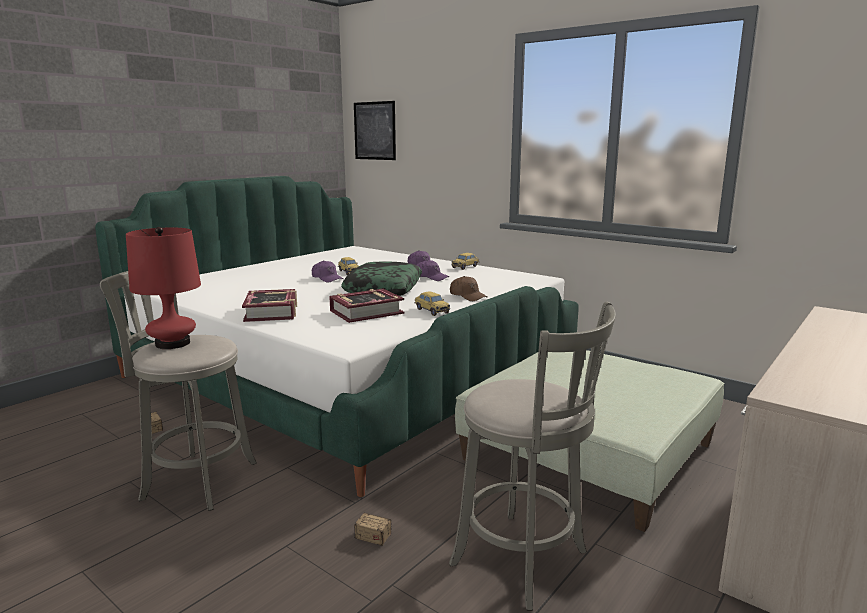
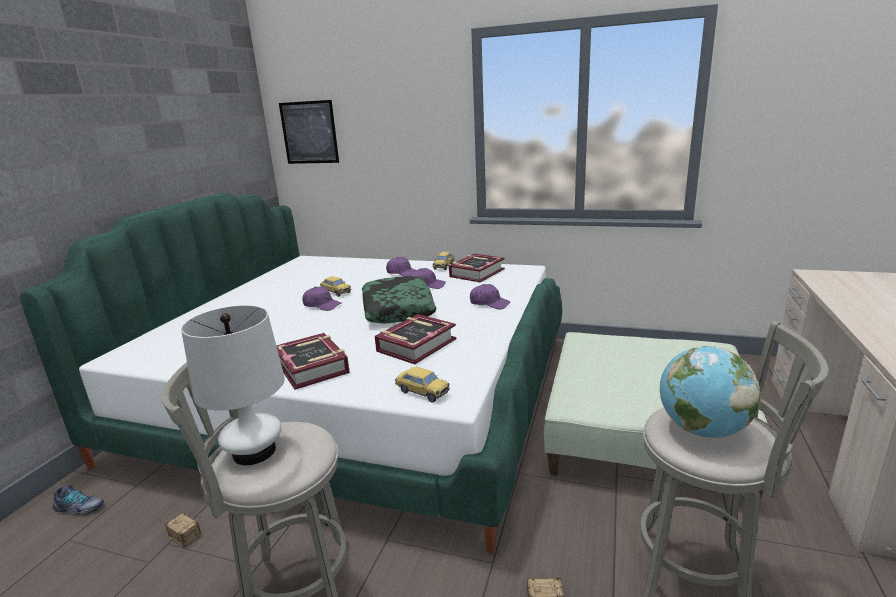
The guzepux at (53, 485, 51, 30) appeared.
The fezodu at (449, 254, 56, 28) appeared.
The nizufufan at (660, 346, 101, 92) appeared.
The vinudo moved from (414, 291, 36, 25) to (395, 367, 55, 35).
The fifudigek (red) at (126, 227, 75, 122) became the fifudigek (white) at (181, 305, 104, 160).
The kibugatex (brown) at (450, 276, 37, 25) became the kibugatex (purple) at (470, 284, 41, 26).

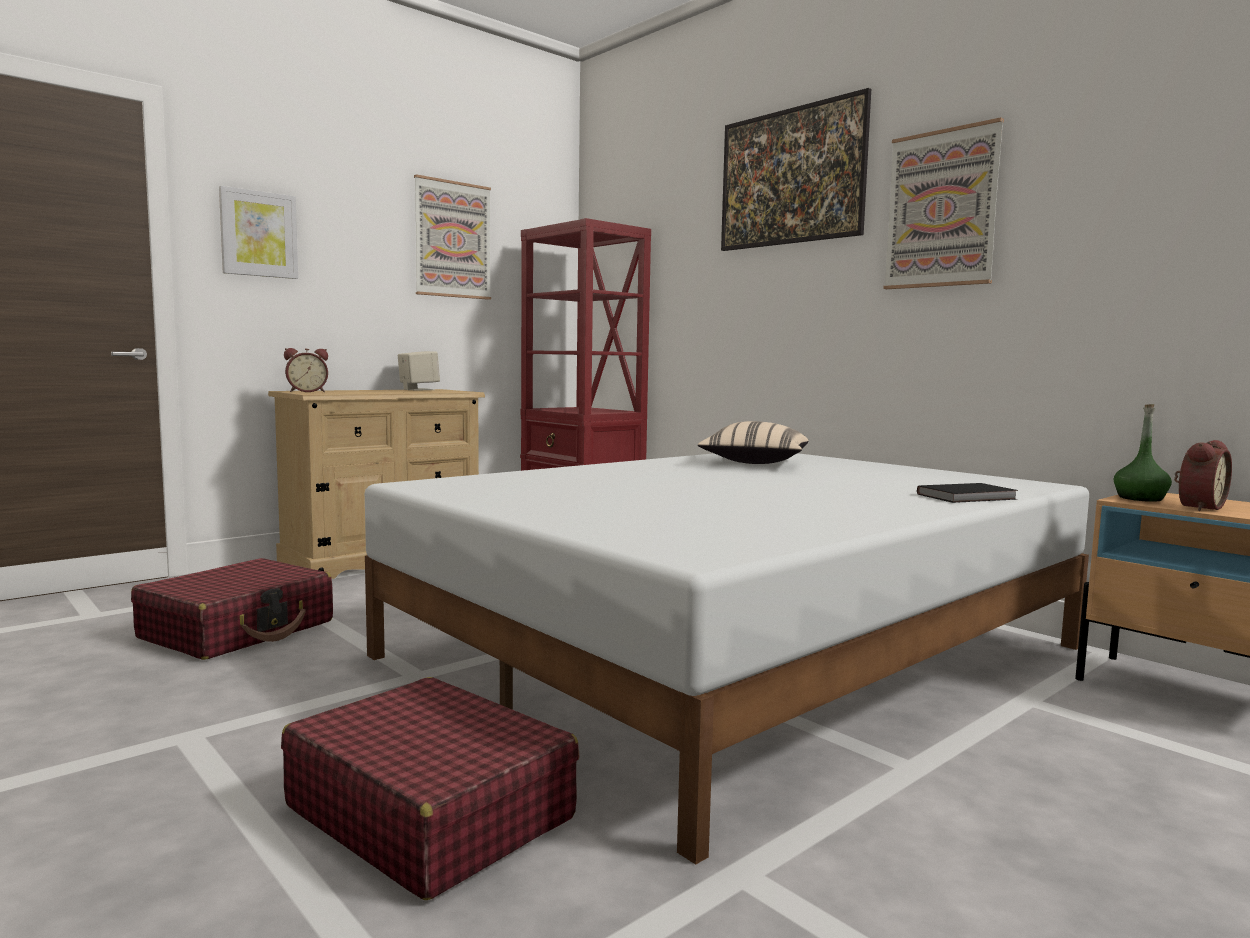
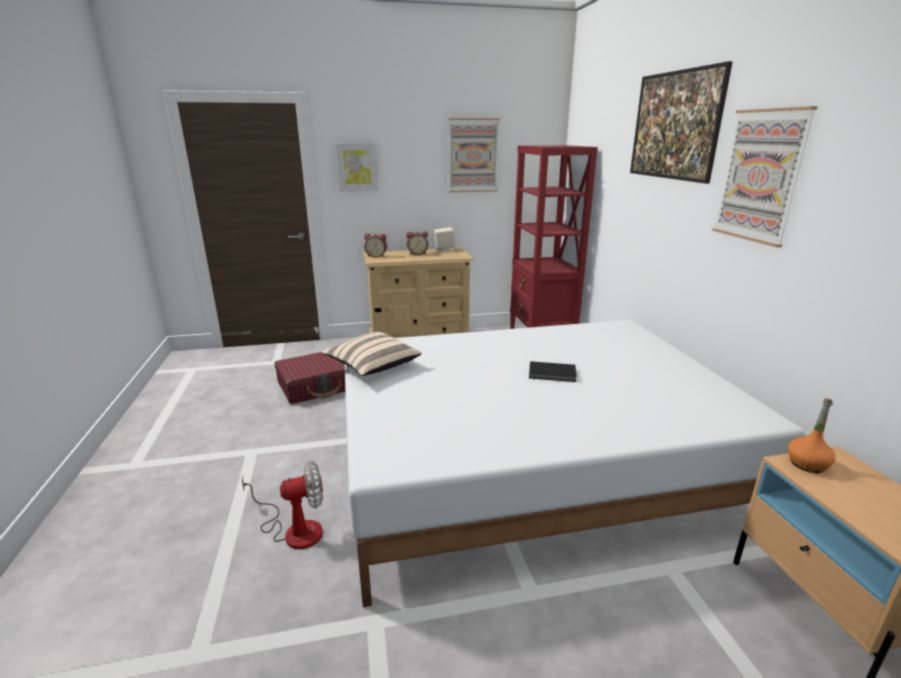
The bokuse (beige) moved from (698, 421, 111, 43) to (322, 332, 99, 44).
The fezodu (black) moved from (917, 483, 101, 20) to (529, 361, 48, 21).
The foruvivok moved from (1174, 440, 58, 71) to (406, 231, 22, 24).
The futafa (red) at (281, 677, 299, 223) was replaced by the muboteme at (242, 461, 81, 88).
The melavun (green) at (1114, 404, 58, 98) became the melavun (orange) at (788, 398, 48, 75).

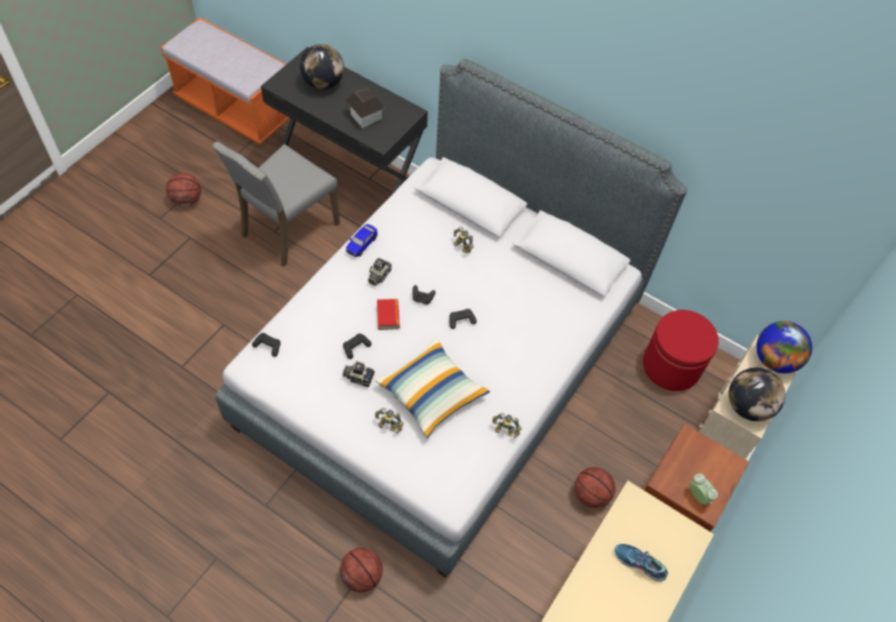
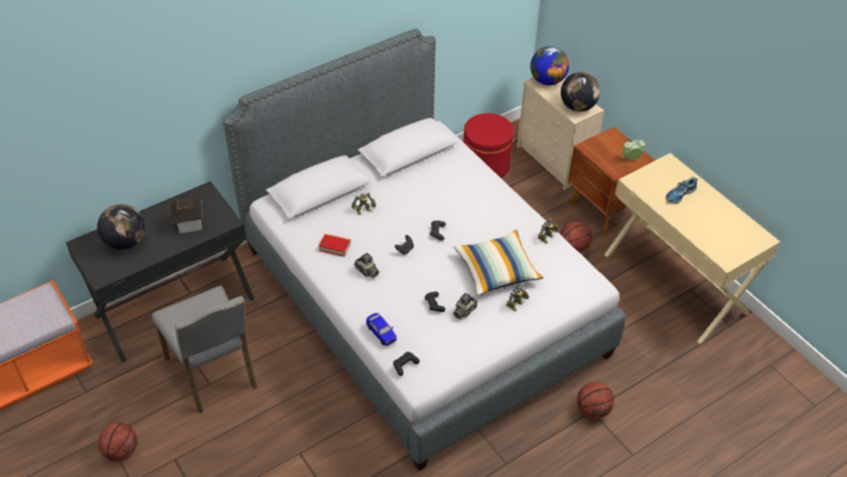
The vinudo moved from (346, 224, 31, 33) to (366, 313, 31, 33).
The fezodu moved from (377, 299, 23, 31) to (319, 234, 32, 23).

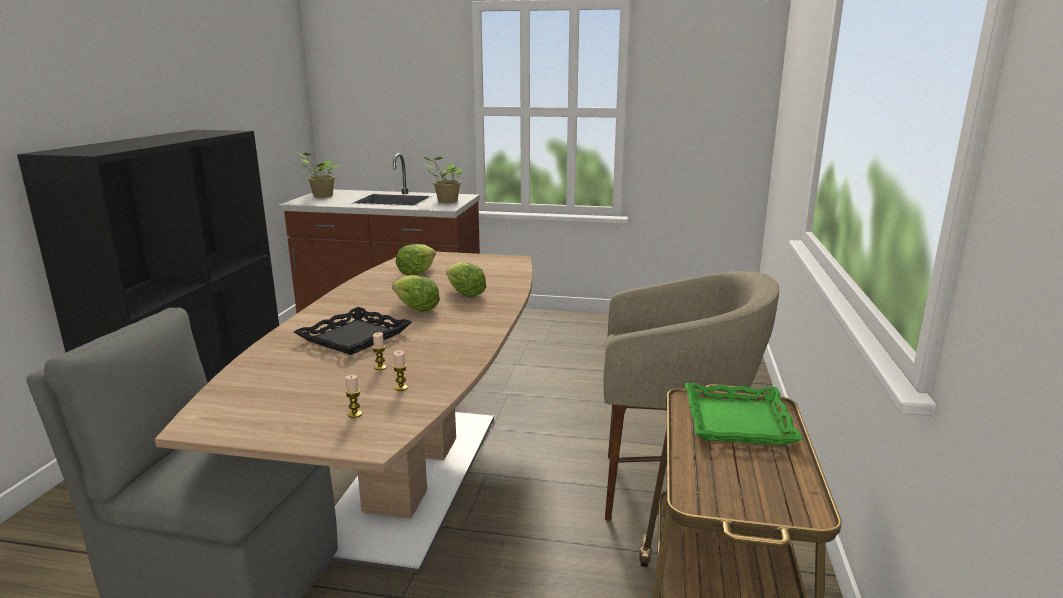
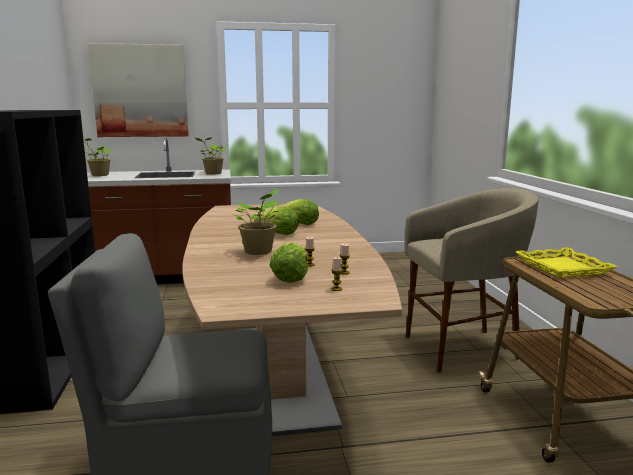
The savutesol at (88, 43, 101, 94) appeared.
The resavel moved from (396, 244, 40, 32) to (270, 243, 38, 40).
The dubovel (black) at (294, 307, 118, 48) was replaced by the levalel at (233, 189, 50, 66).
The dubovel (green) at (685, 383, 118, 62) became the dubovel (yellow) at (516, 247, 101, 31).

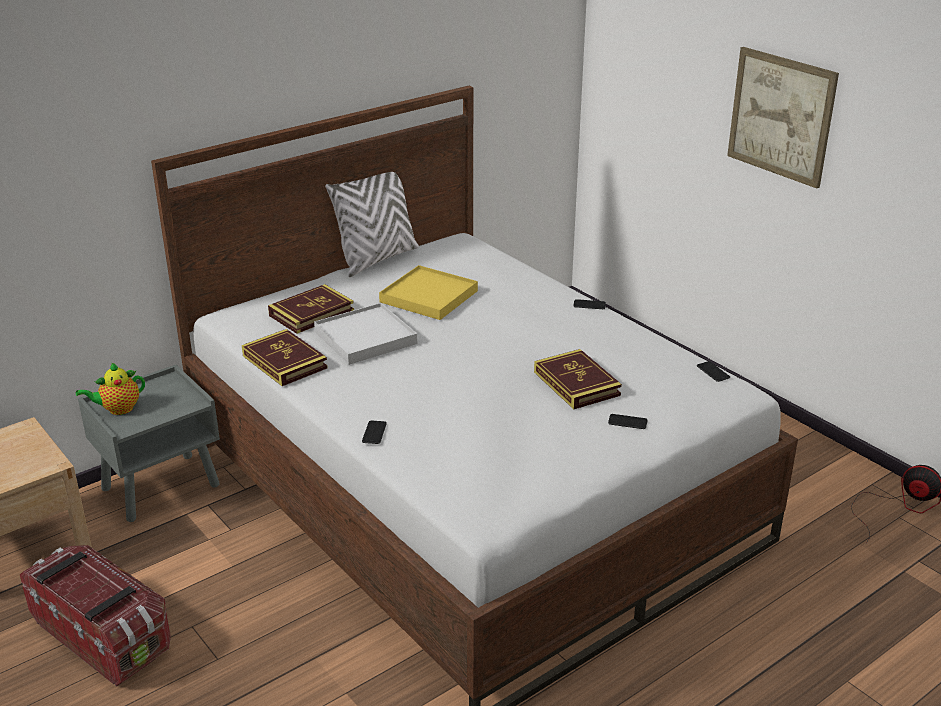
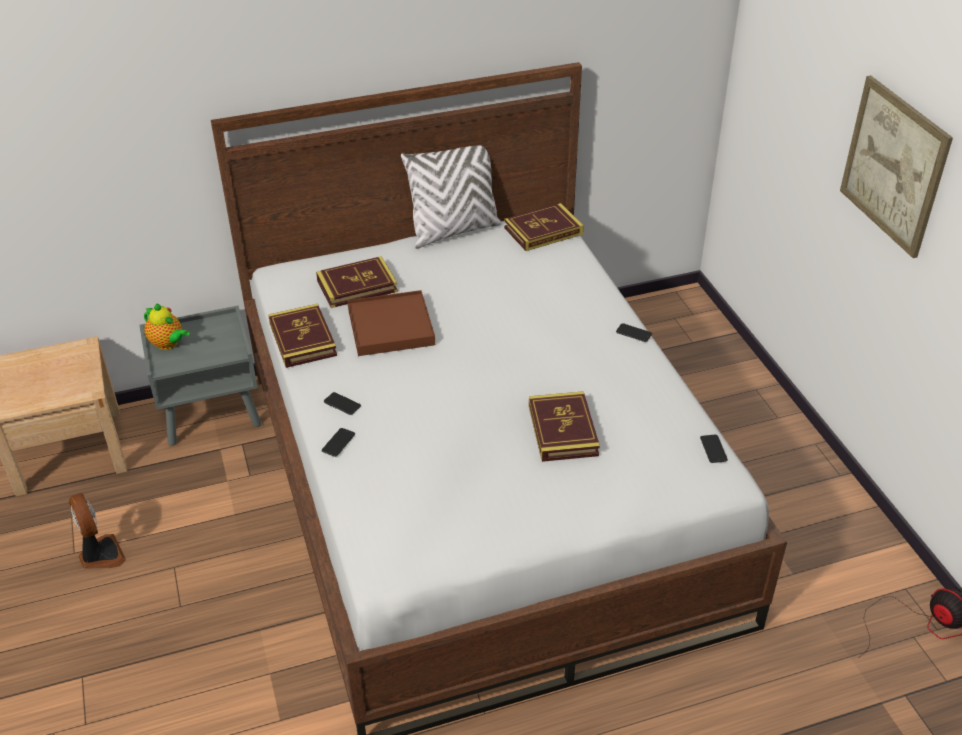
The dubovel (yellow) at (379, 265, 99, 55) disappeared.
The fezodu at (504, 203, 80, 48) appeared.
The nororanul moved from (608, 414, 40, 15) to (324, 392, 37, 23).
The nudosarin at (20, 545, 151, 142) was replaced by the muboteme at (69, 493, 57, 76).
The dubovel (white) at (314, 303, 103, 62) became the dubovel (brown) at (347, 290, 88, 66).
The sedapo at (76, 363, 69, 52) turned 135 degrees counterclockwise.

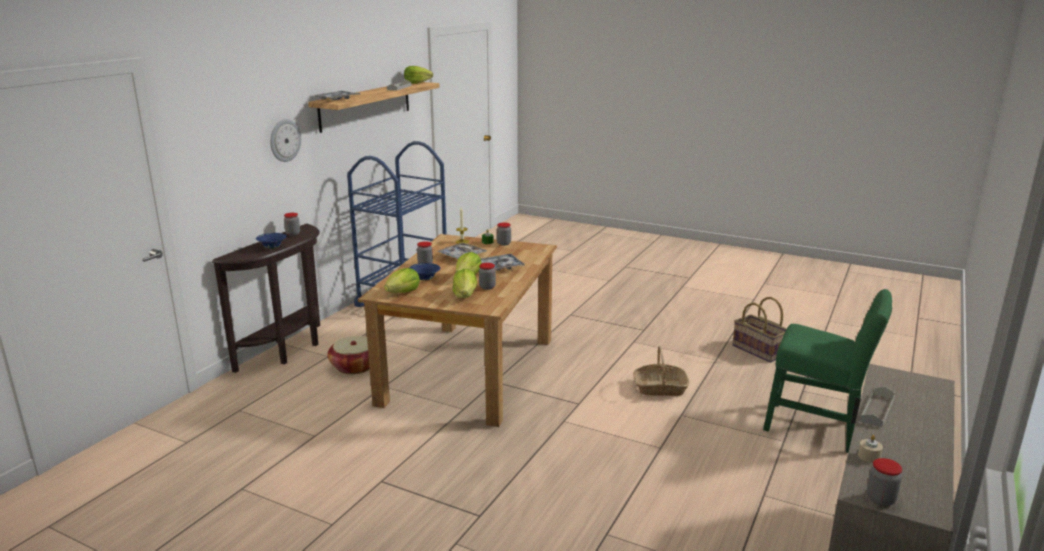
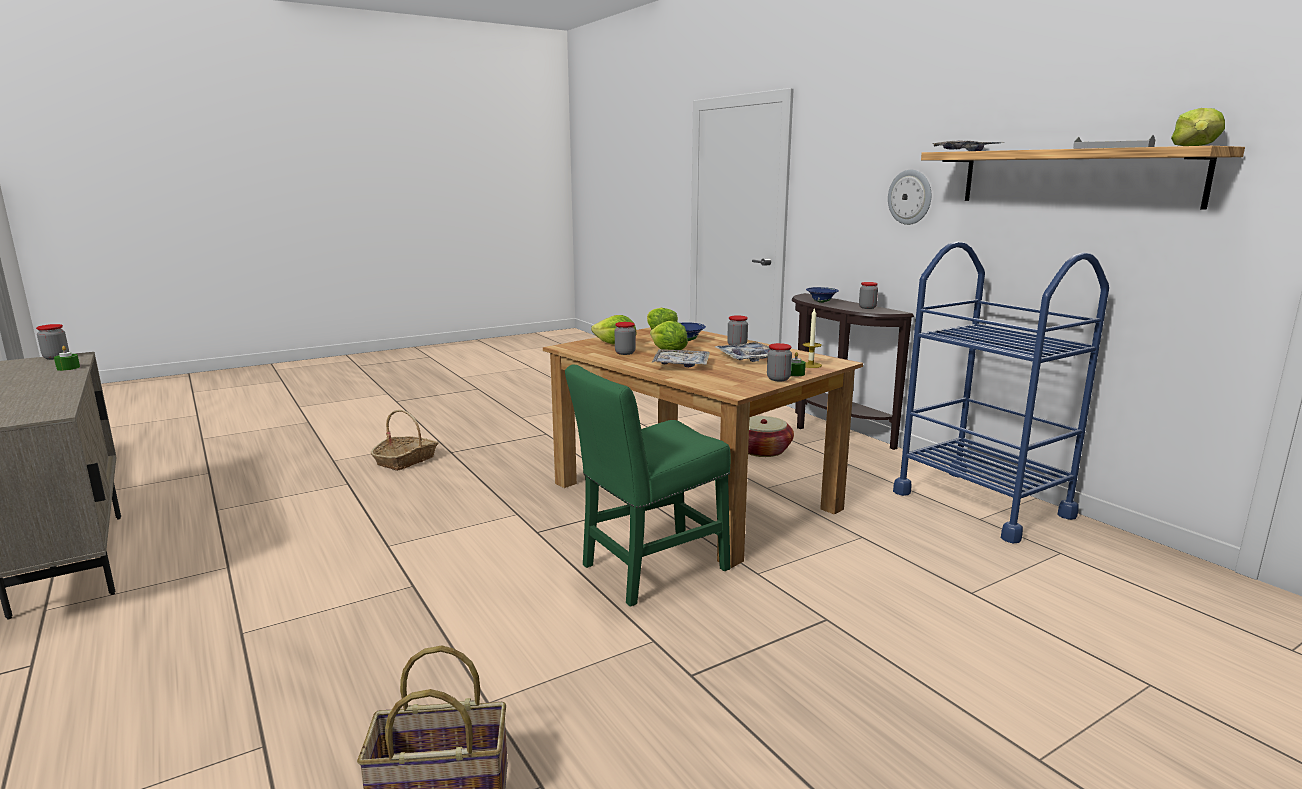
The dubovel (grey) at (860, 387, 36, 40) disappeared.
The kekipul moved from (633, 345, 57, 51) to (371, 410, 67, 61).
The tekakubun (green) moved from (763, 289, 129, 164) to (565, 365, 166, 242).
The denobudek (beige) at (858, 435, 25, 28) became the denobudek (green) at (54, 346, 26, 25).

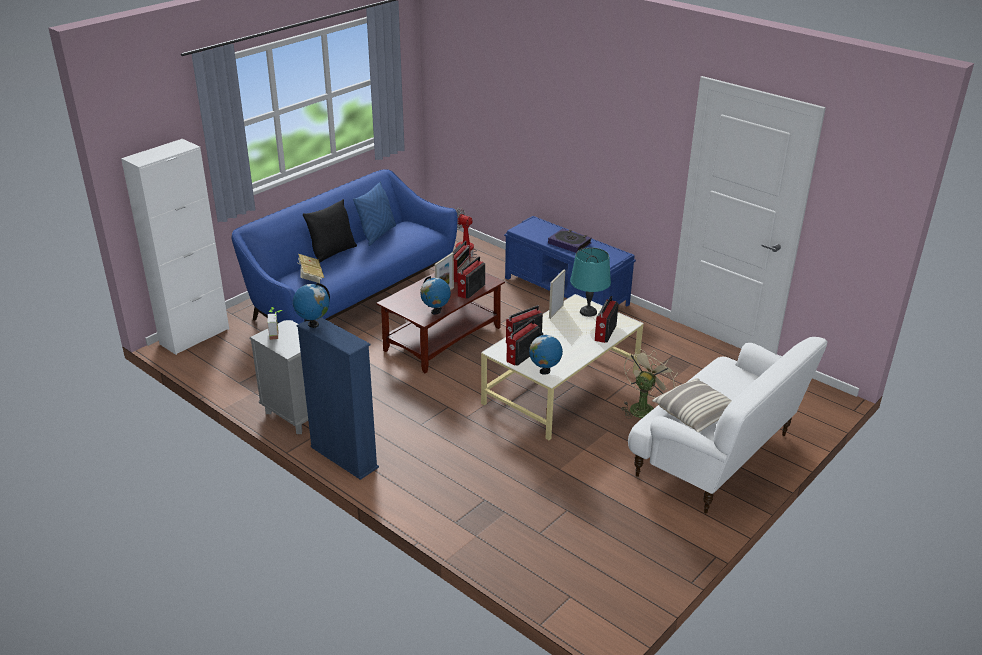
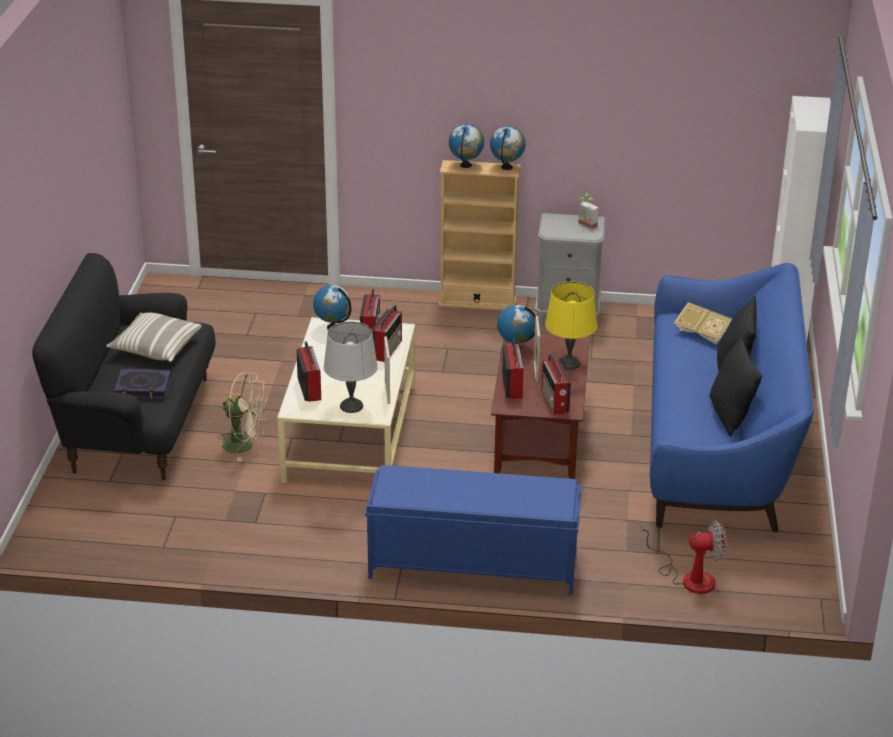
The nizufufan at (449, 124, 35, 44) appeared.
The fifudigek (yellow) at (545, 281, 52, 89) appeared.
The fezodu moved from (548, 229, 44, 24) to (114, 369, 58, 31).
The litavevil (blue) at (297, 317, 82, 163) became the litavevil (beige) at (439, 160, 82, 150).
The bokuse (blue) at (353, 181, 43, 65) became the bokuse (black) at (710, 335, 52, 101).
The fifudigek (turquoise) at (570, 247, 41, 70) became the fifudigek (grey) at (324, 321, 54, 92).
The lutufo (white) at (628, 337, 199, 177) became the lutufo (black) at (32, 253, 184, 228).
The muboteme (beige) at (621, 349, 56, 70) turned 75 degrees counterclockwise.

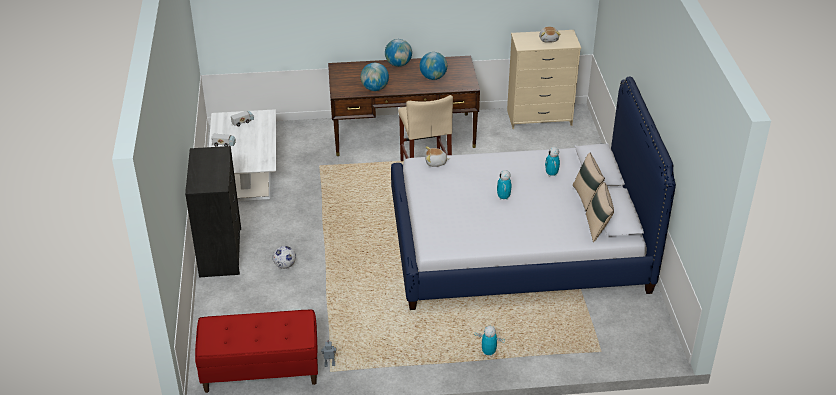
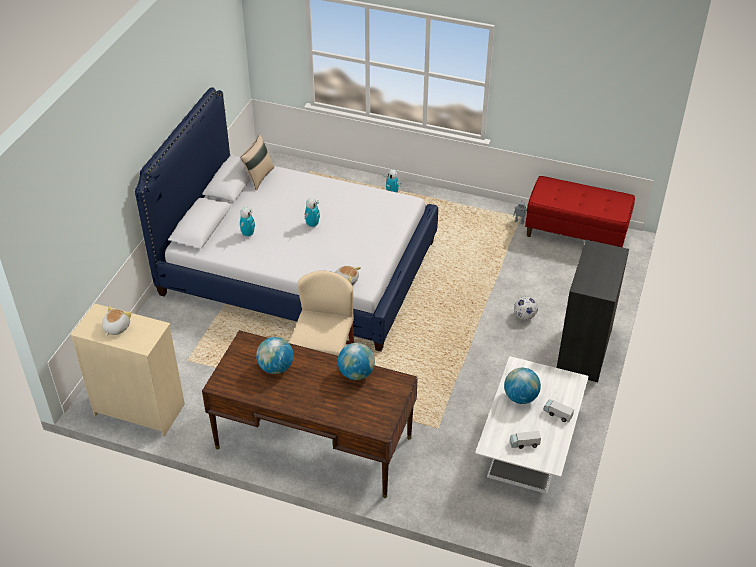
The bokuse (beige) at (573, 152, 32, 59) disappeared.
The nizufufan moved from (385, 39, 27, 28) to (504, 368, 37, 36).

